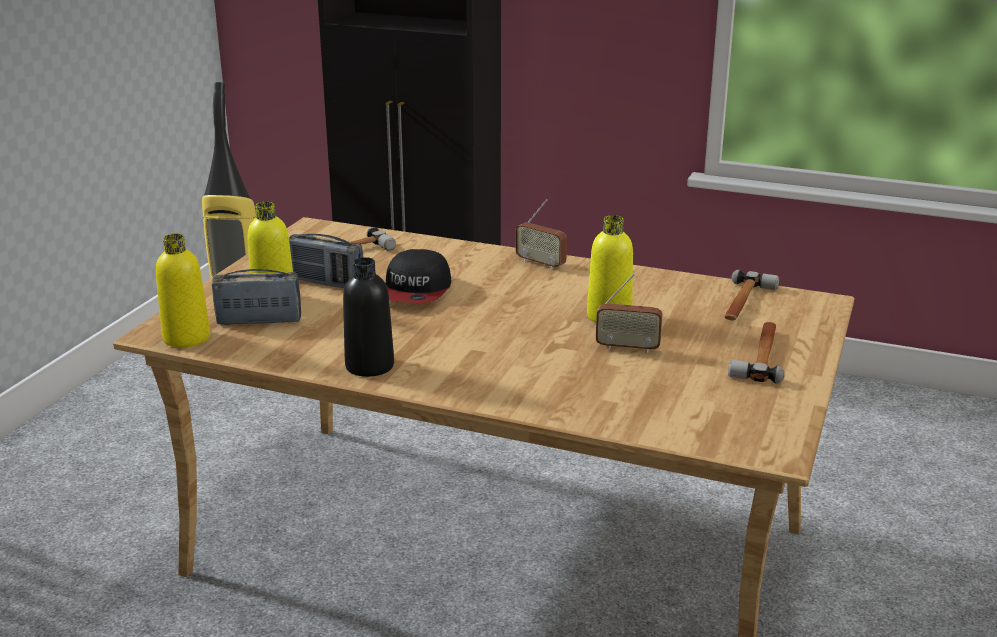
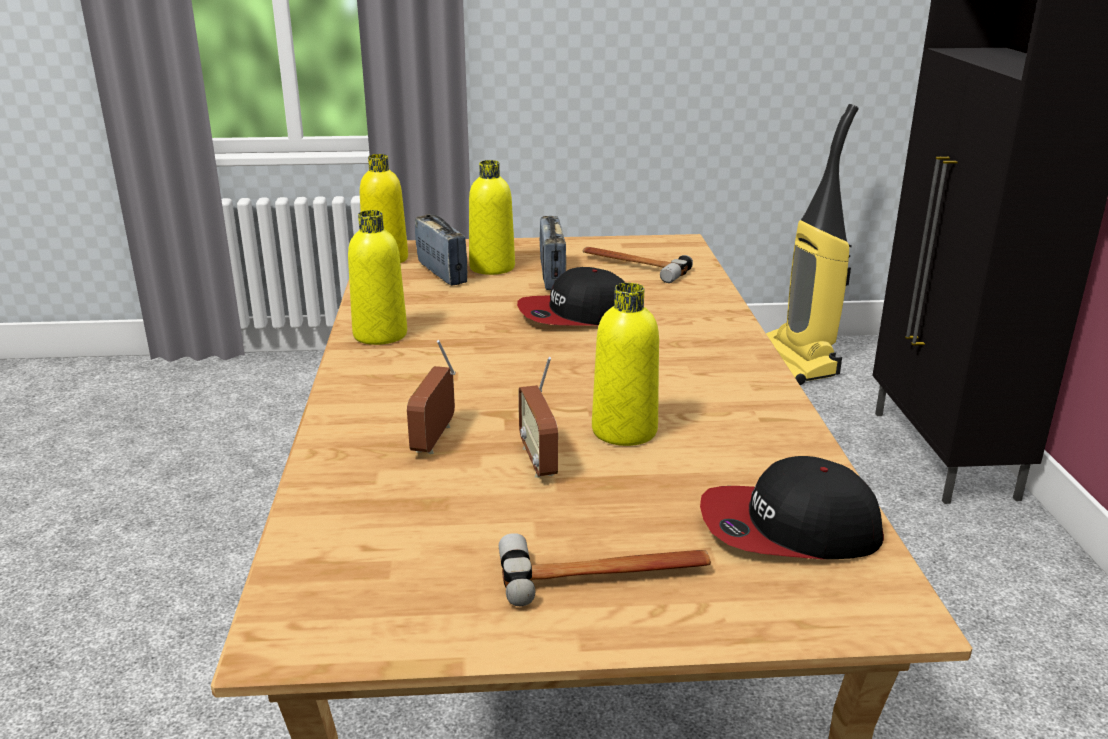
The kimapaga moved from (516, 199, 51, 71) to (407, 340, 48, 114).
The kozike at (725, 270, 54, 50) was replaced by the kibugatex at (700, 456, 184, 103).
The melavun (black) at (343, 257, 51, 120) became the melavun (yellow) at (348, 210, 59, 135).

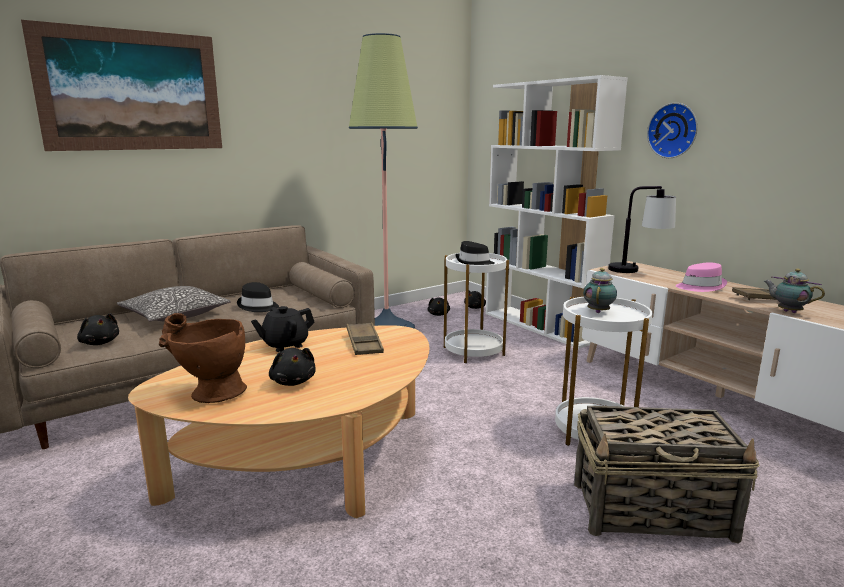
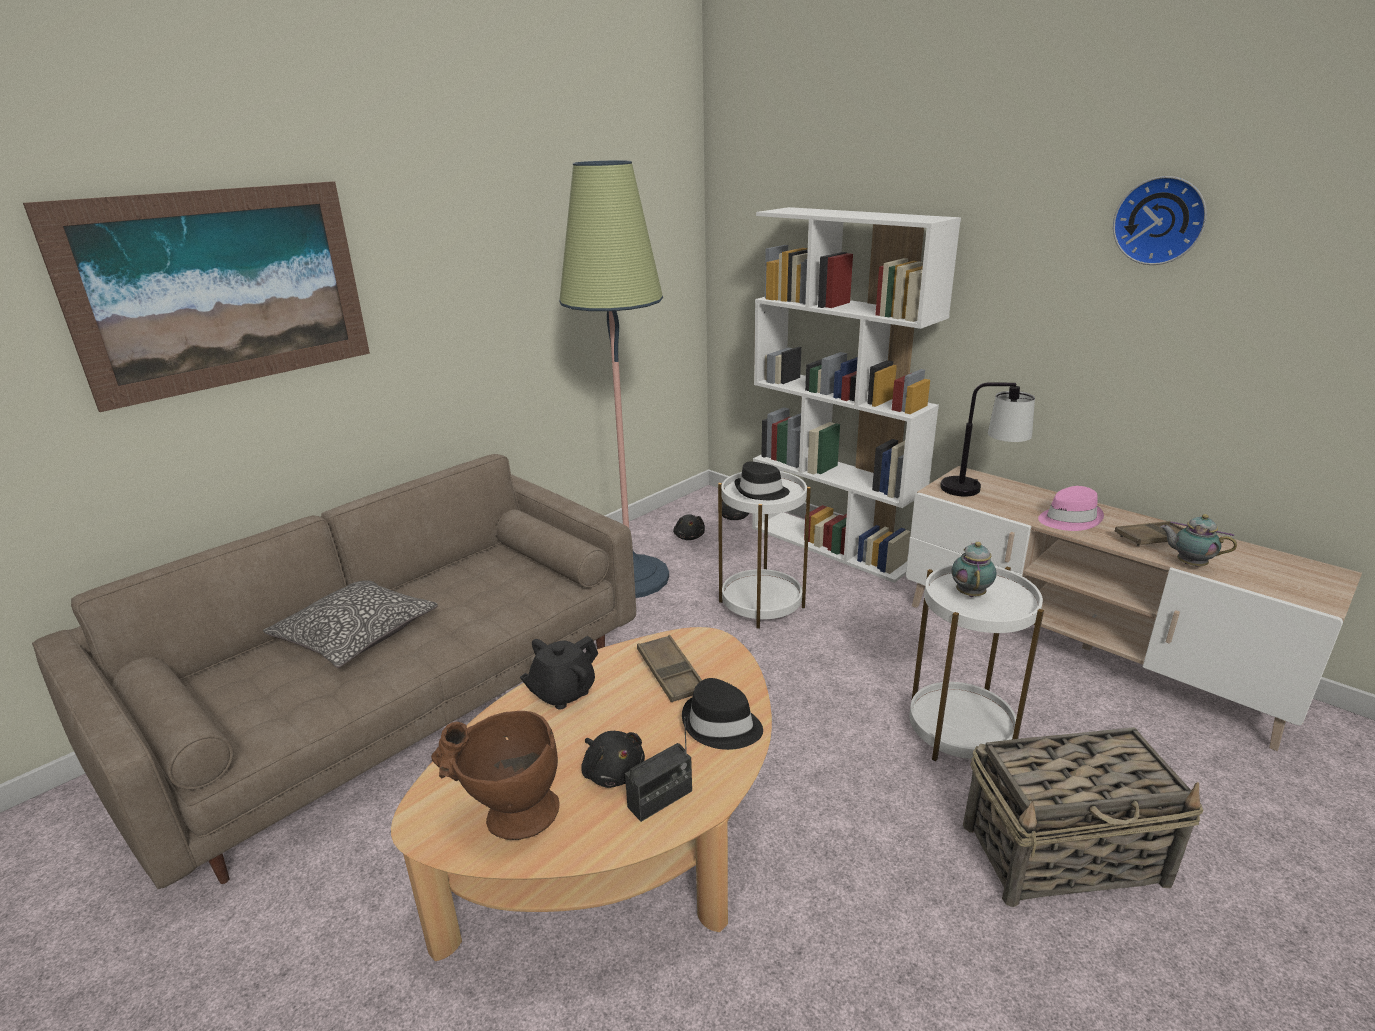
The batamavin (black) at (77, 313, 42, 32) disappeared.
The kimapaga at (625, 717, 67, 105) appeared.
The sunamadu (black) moved from (237, 282, 42, 30) to (682, 678, 81, 72).
The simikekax moved from (647, 103, 51, 55) to (1113, 176, 94, 89).

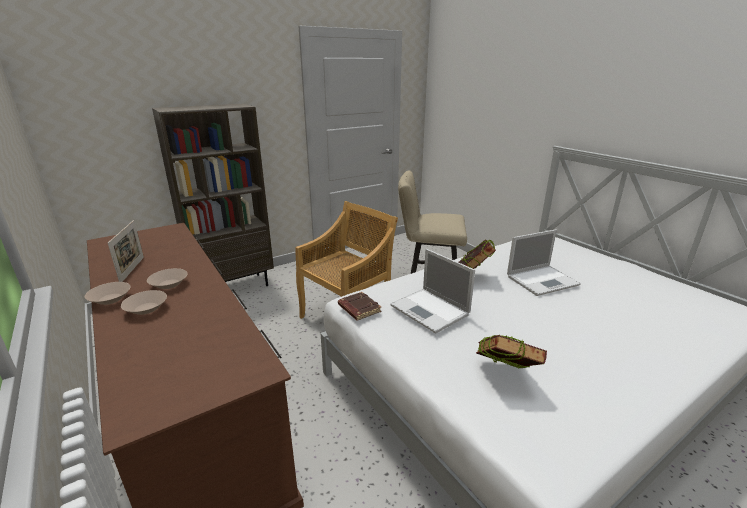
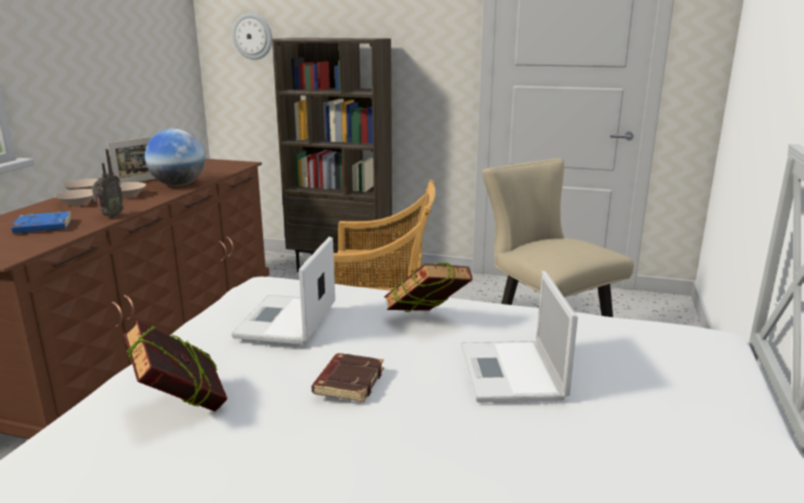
The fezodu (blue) at (11, 211, 61, 22) appeared.
The kimapaga at (92, 149, 32, 68) appeared.
The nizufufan at (145, 129, 60, 57) appeared.
The simikekax at (232, 13, 40, 47) appeared.
The fezodu (brown) moved from (338, 292, 44, 28) to (312, 353, 72, 49).
The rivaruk at (507, 230, 74, 66) turned 60 degrees clockwise.

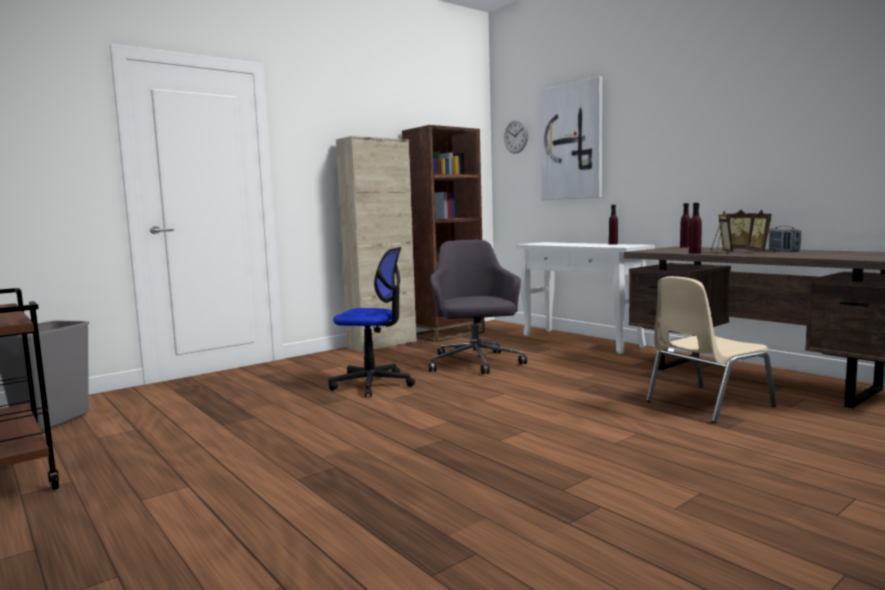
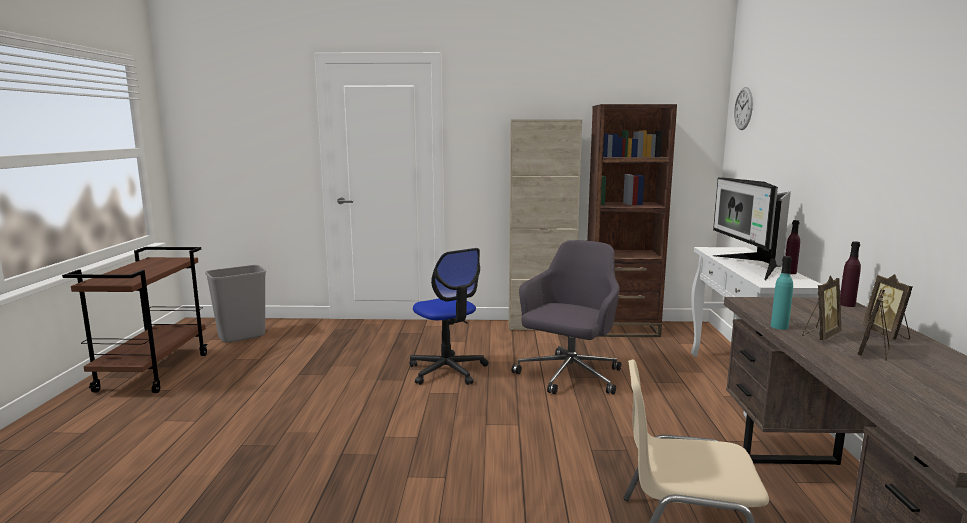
The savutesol at (540, 76, 62, 124) disappeared.
The kimapaga at (769, 226, 32, 26) disappeared.
The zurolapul at (713, 177, 78, 103) appeared.
The melavun (purple) at (689, 203, 13, 51) became the melavun (turquoise) at (771, 256, 22, 74).

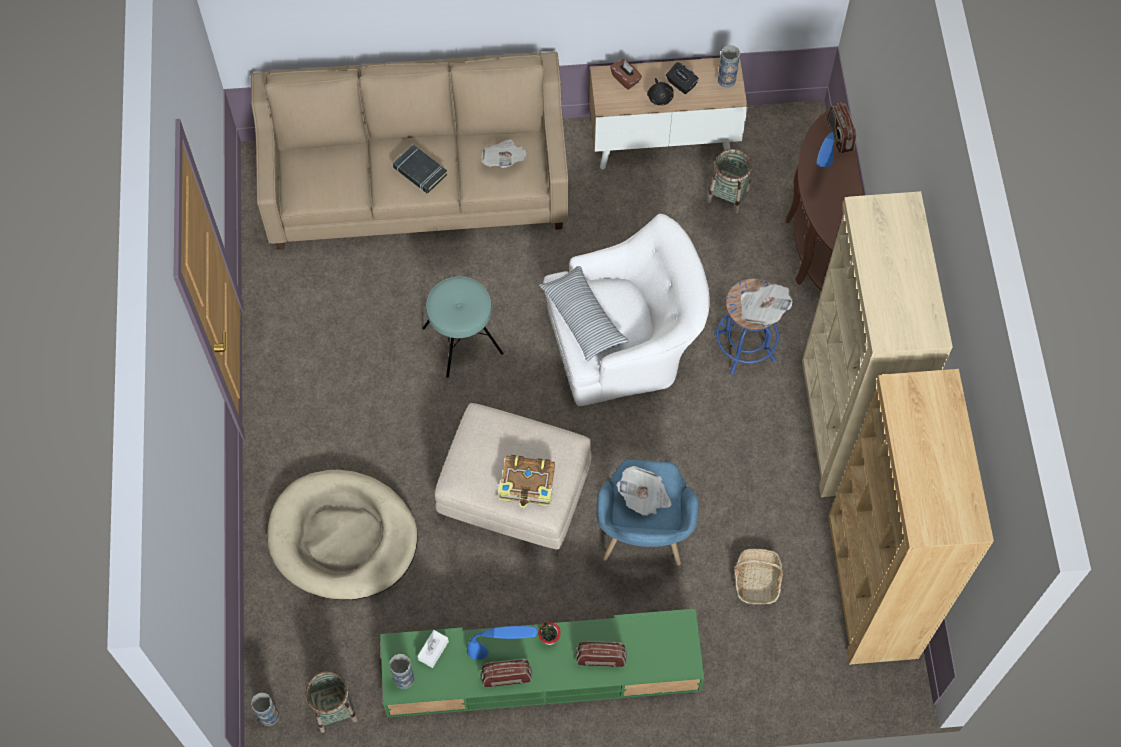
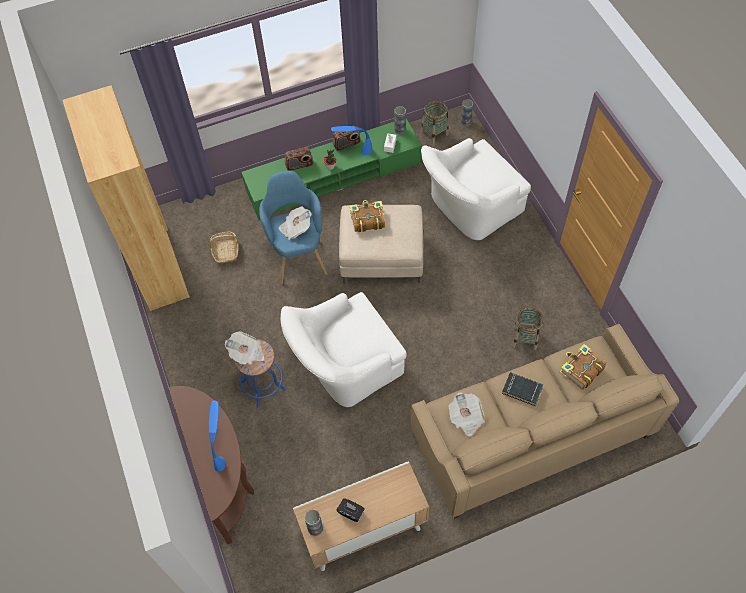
The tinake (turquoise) at (422, 276, 82, 102) disappeared.
The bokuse at (539, 266, 89, 95) disappeared.
The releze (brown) at (610, 59, 32, 31) disappeared.
The batamavin (black) at (647, 78, 27, 27) disappeared.
The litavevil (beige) at (802, 191, 151, 306) disappeared.
The kimapaga at (827, 102, 29, 51) disappeared.
The fezodu at (559, 344, 47, 46) appeared.
The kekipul moved from (707, 149, 45, 65) to (512, 307, 32, 43).
The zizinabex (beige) at (267, 470, 151, 130) was replaced by the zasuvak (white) at (421, 138, 110, 102).

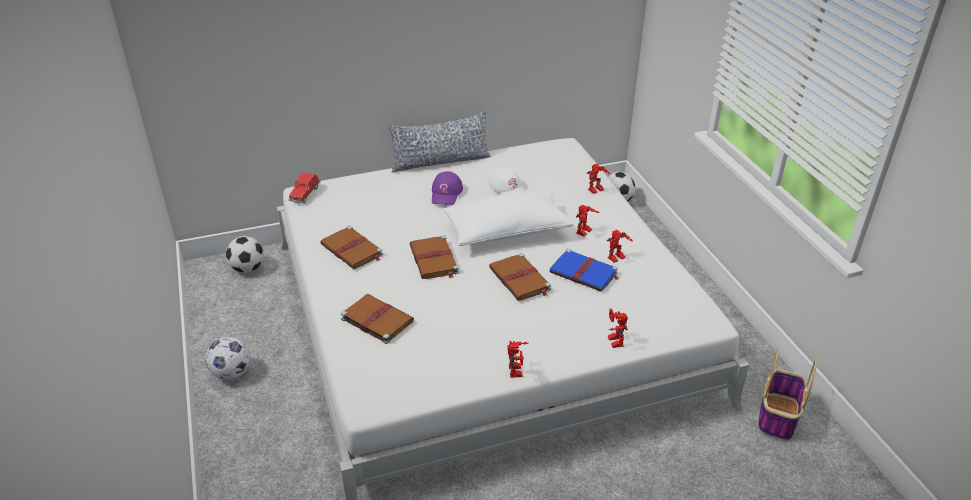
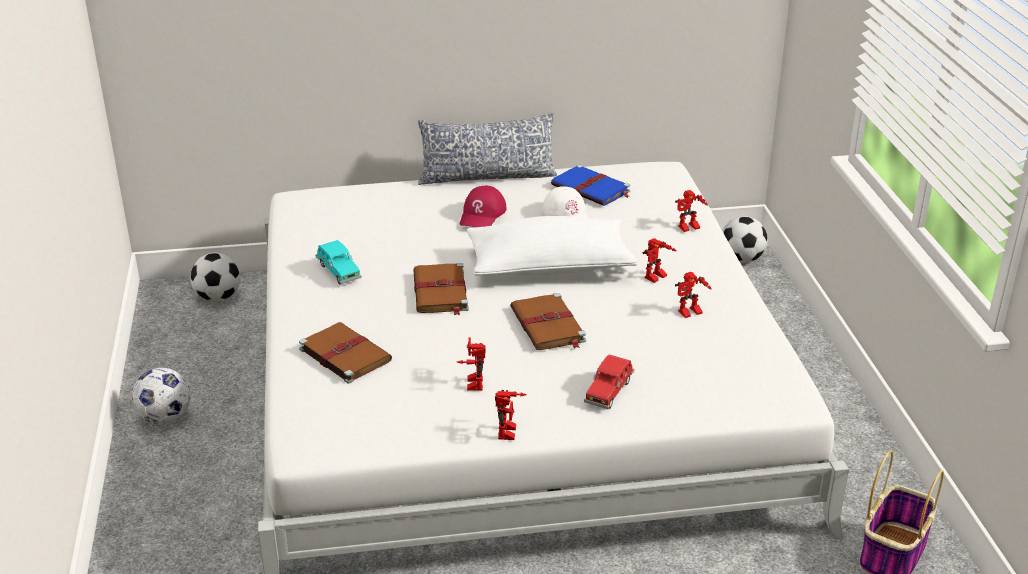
The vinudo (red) moved from (288, 172, 33, 31) to (584, 355, 50, 54).
The fezodu (blue) moved from (549, 249, 69, 43) to (551, 164, 79, 42).
The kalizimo moved from (608, 309, 20, 39) to (457, 338, 29, 53).
The fezodu (brown) at (320, 226, 63, 43) was replaced by the vinudo (turquoise) at (316, 240, 46, 44).
The kibugatex (purple) at (432, 171, 31, 35) became the kibugatex (red) at (460, 186, 47, 42).

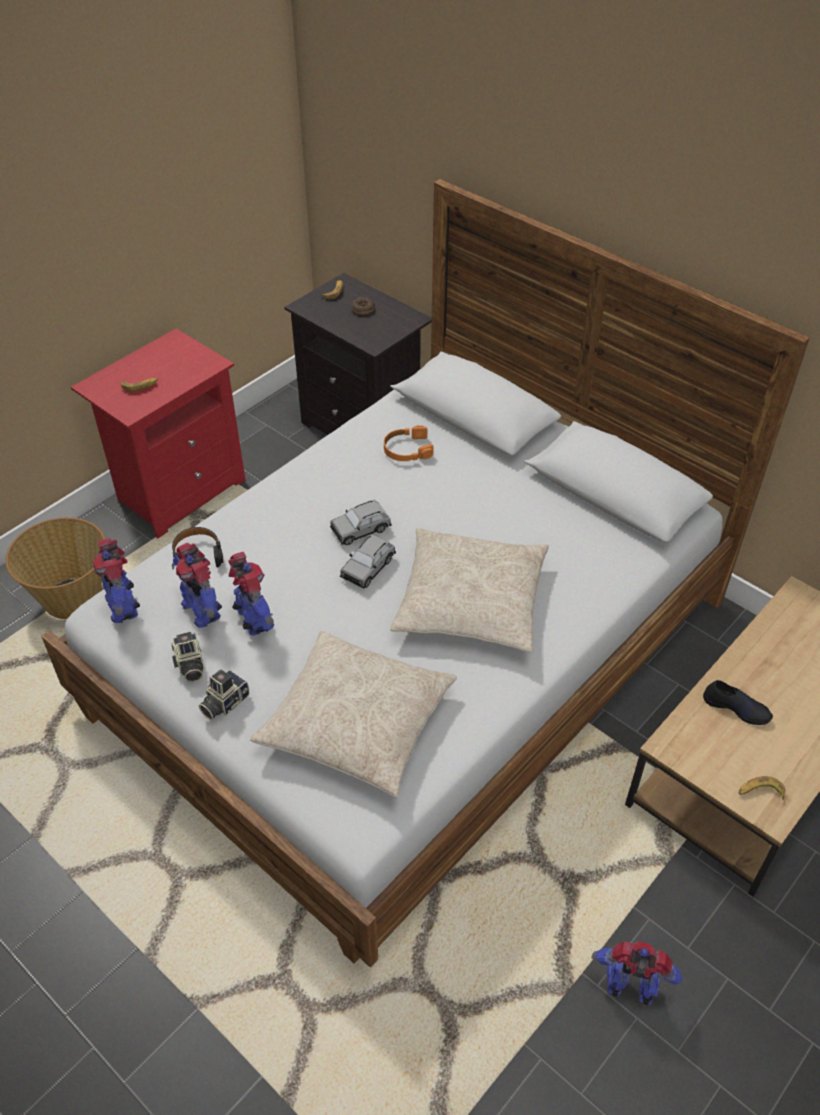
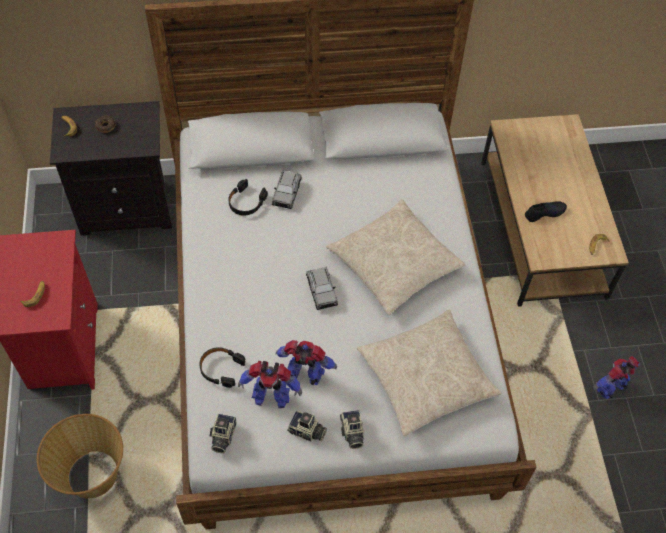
The vinudo (grey) moved from (330, 500, 62, 45) to (272, 170, 30, 39).
The kalizimo at (93, 538, 47, 85) was replaced by the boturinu at (210, 414, 26, 39).
The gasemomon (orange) at (384, 425, 50, 36) became the gasemomon (black) at (228, 179, 40, 37).

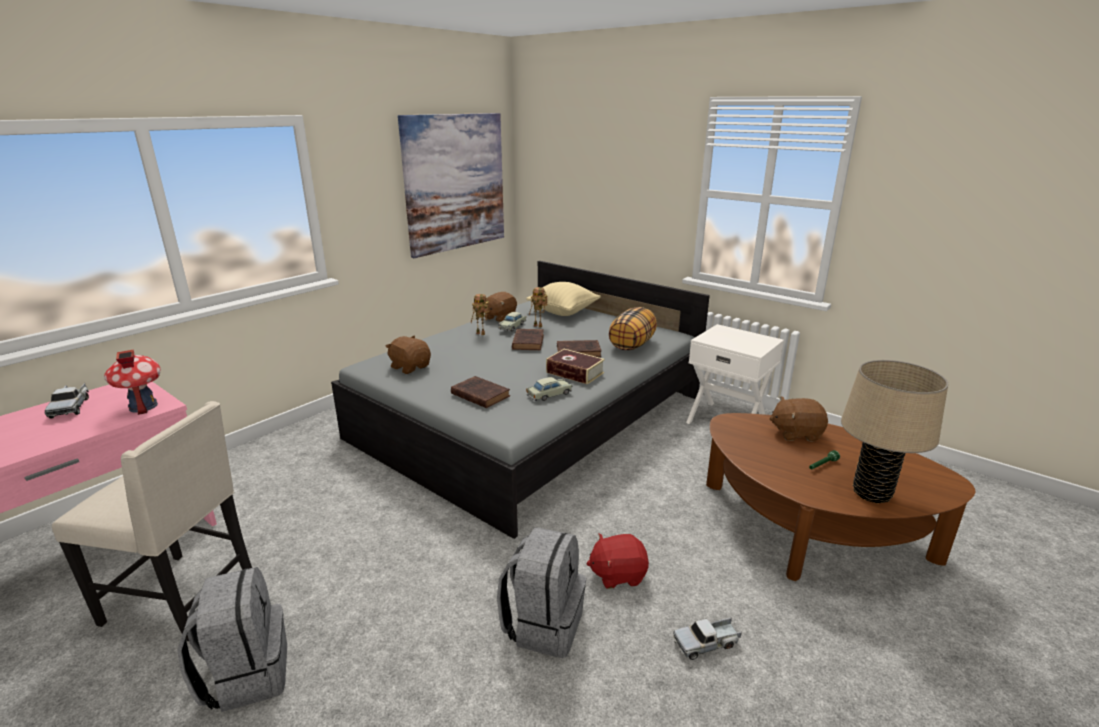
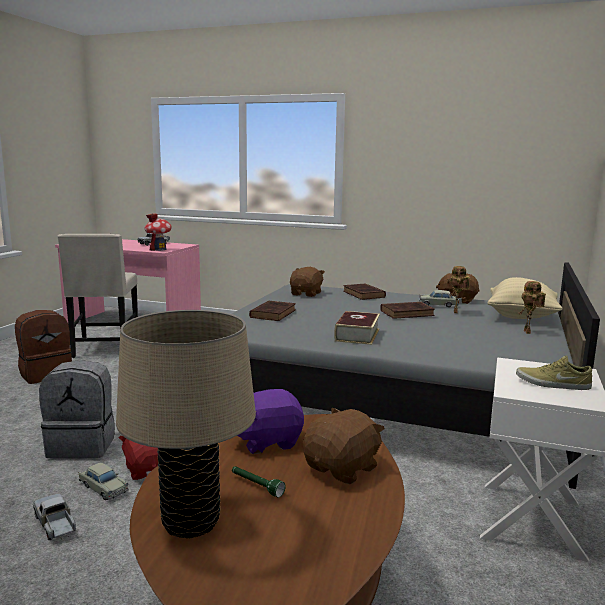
The savutesol at (398, 113, 106, 145) disappeared.
The bokuse at (609, 307, 48, 43) disappeared.
The batamavin (purple) at (237, 389, 67, 65) appeared.
The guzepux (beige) at (516, 356, 76, 34) appeared.
The kalizimo moved from (471, 294, 18, 41) to (519, 281, 27, 53).
The vinudo (beige) moved from (526, 377, 46, 24) to (79, 463, 50, 37).
The fezodu (brown) moved from (557, 340, 44, 17) to (343, 283, 43, 17).
The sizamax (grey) at (177, 567, 110, 145) became the sizamax (brown) at (15, 310, 57, 74).
The batamavin (brown) at (769, 396, 59, 46) turned 60 degrees clockwise.

